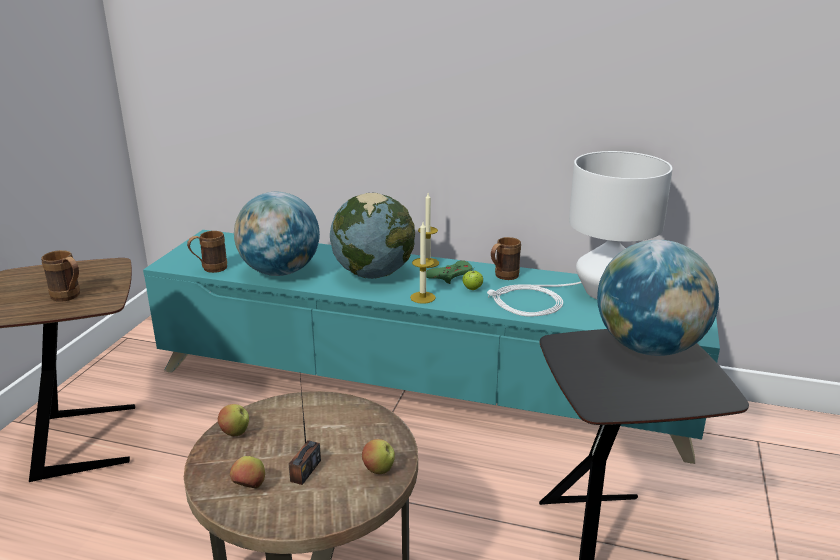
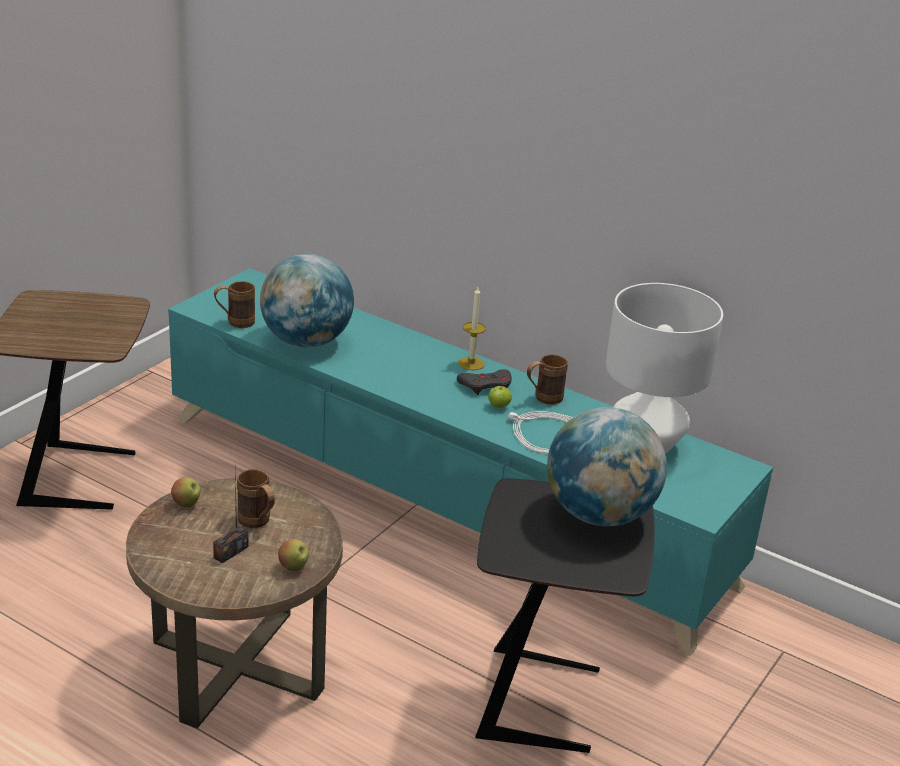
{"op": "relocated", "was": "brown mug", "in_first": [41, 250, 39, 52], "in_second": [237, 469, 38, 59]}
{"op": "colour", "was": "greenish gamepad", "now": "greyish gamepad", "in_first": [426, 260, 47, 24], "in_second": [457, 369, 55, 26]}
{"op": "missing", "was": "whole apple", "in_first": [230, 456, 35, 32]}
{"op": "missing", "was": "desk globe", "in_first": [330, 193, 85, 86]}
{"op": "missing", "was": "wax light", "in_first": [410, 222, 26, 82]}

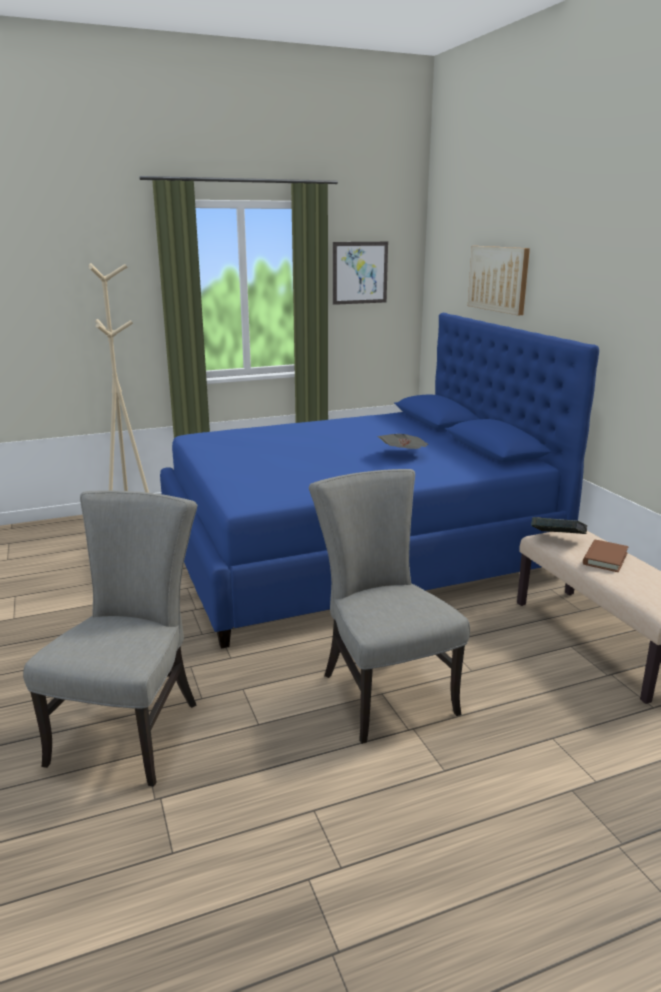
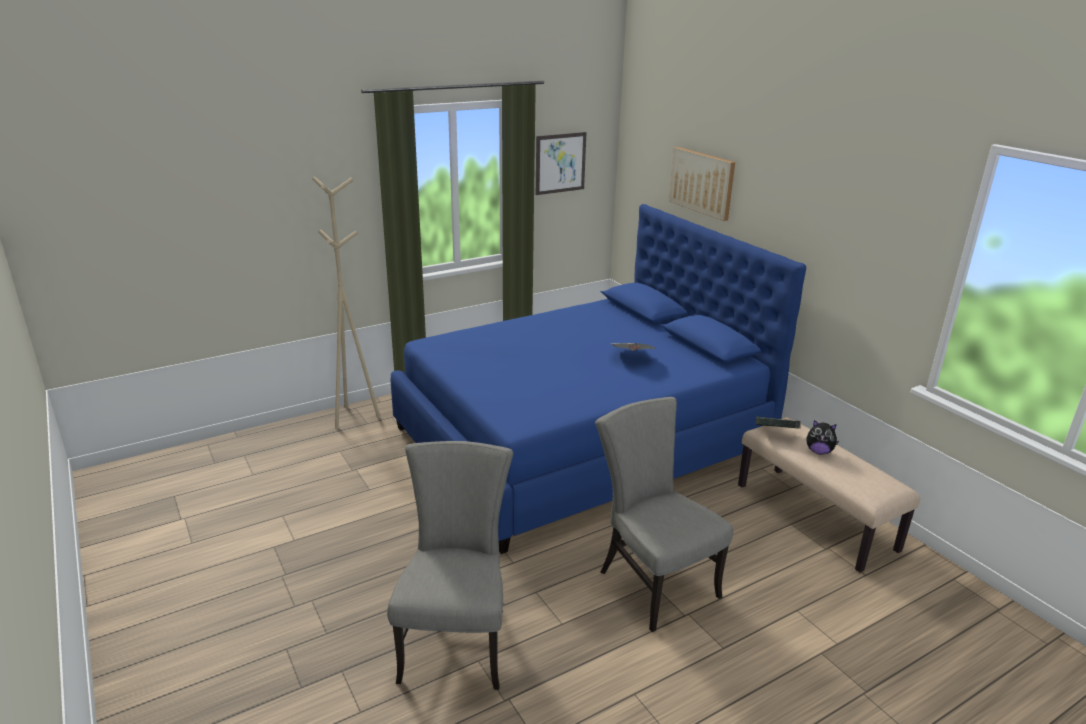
{"op": "exchanged", "was": "brown volume", "now": "soft toy", "in_first": [583, 540, 46, 32], "in_second": [806, 420, 33, 34]}

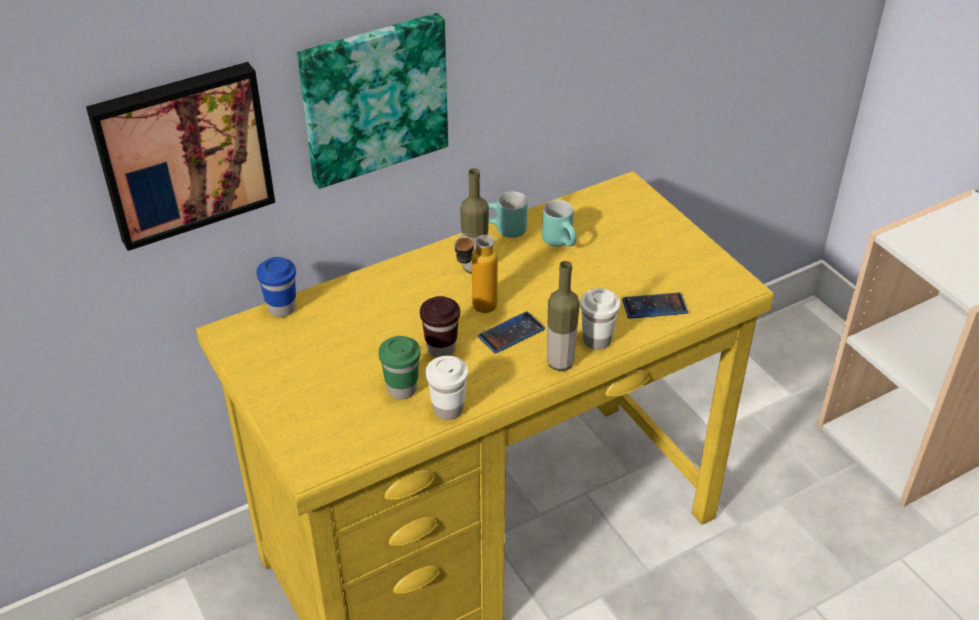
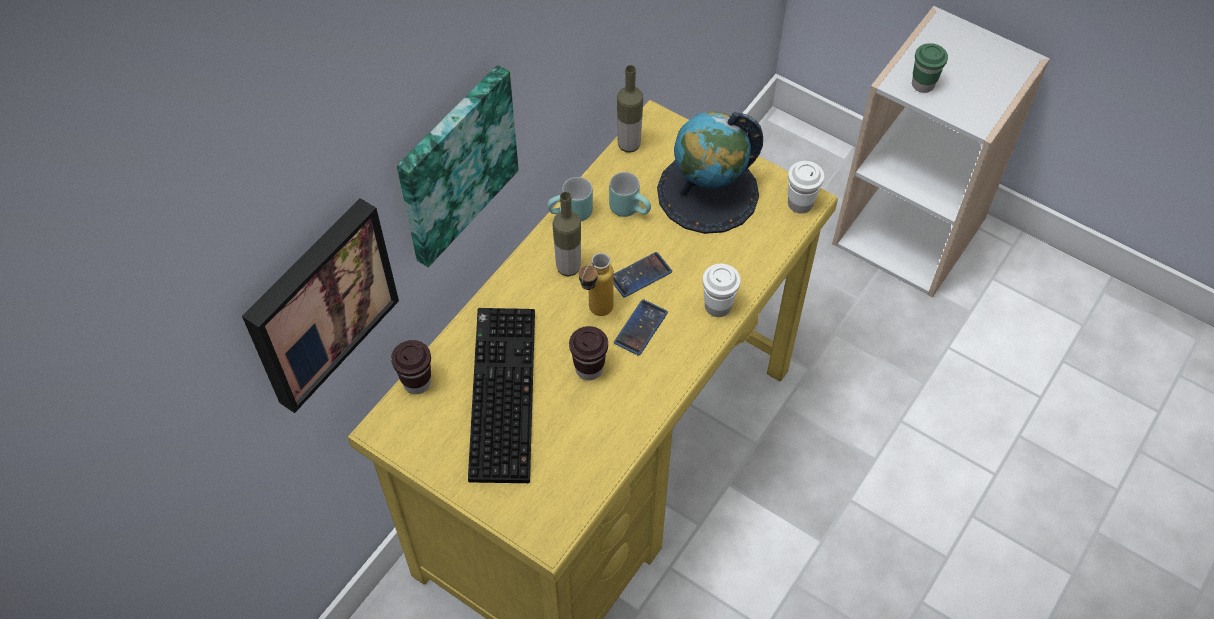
{"op": "colour", "was": "blue-coloured drinking cup", "now": "brown drinking cup", "in_first": [256, 257, 40, 60], "in_second": [391, 340, 40, 54]}
{"op": "appeared", "now": "computer keyboard", "in_second": [468, 308, 67, 175]}
{"op": "relocated", "was": "telephone", "in_first": [622, 292, 66, 27], "in_second": [614, 252, 58, 46]}
{"op": "relocated", "was": "drink bottle", "in_first": [547, 261, 33, 110], "in_second": [617, 65, 26, 88]}
{"op": "appeared", "now": "desk globe", "in_second": [657, 111, 106, 123]}
{"op": "relocated", "was": "whitish drinking cup", "in_first": [426, 356, 42, 64], "in_second": [788, 161, 36, 53]}
{"op": "relocated", "was": "greenish drinking cup", "in_first": [378, 336, 43, 63], "in_second": [912, 43, 36, 50]}

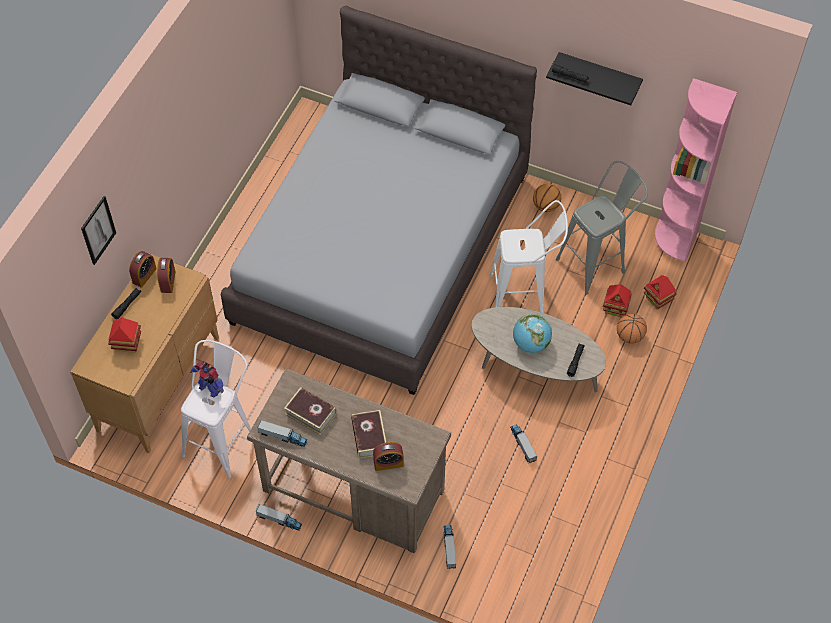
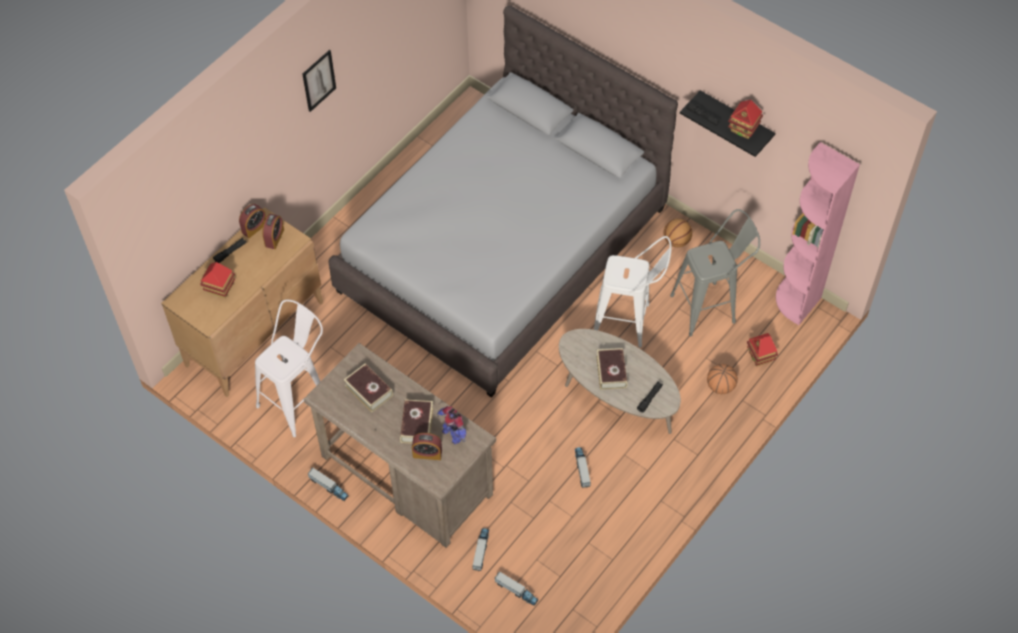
{"op": "relocated", "was": "wall picture", "in_first": [81, 196, 35, 69], "in_second": [302, 50, 34, 62]}
{"op": "relocated", "was": "model robot", "in_first": [190, 361, 34, 36], "in_second": [437, 406, 29, 38]}
{"op": "relocated", "was": "model truck", "in_first": [257, 420, 50, 27], "in_second": [495, 571, 43, 35]}
{"op": "exchanged", "was": "desk globe", "now": "volume", "in_first": [513, 314, 39, 39], "in_second": [596, 348, 31, 42]}
{"op": "relocated", "was": "toy house", "in_first": [603, 284, 29, 33], "in_second": [728, 100, 35, 39]}

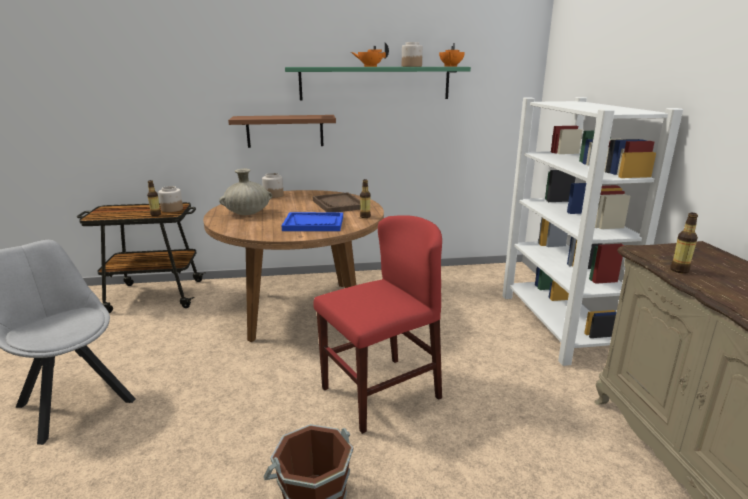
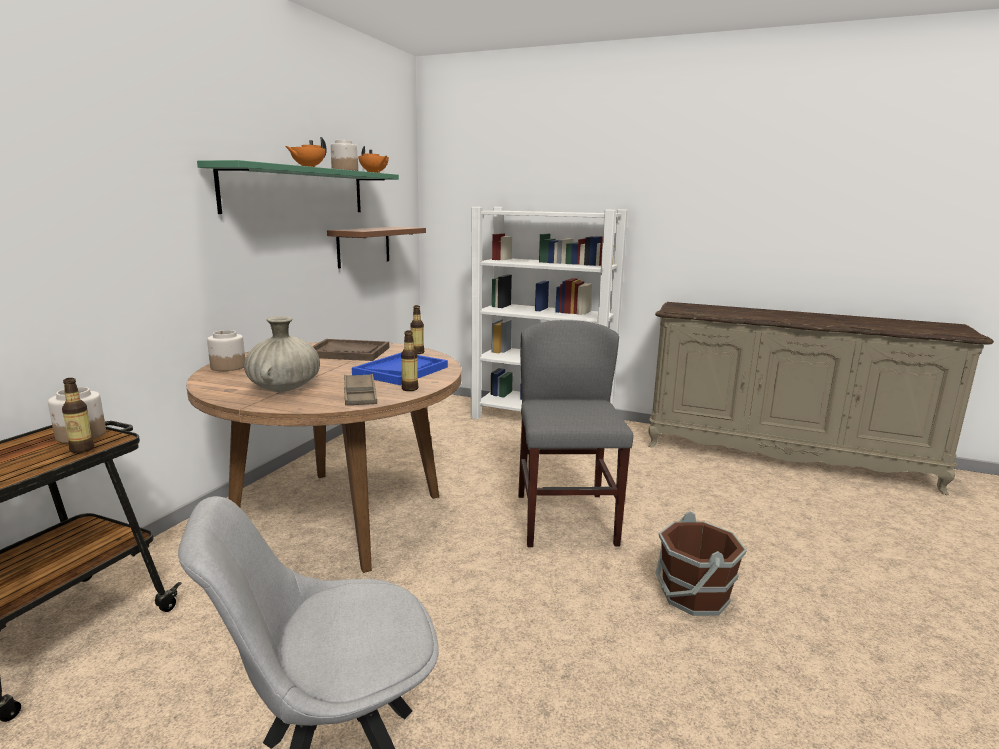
{"op": "relocated", "was": "brown bracket shelf", "in_first": [228, 115, 108, 33], "in_second": [327, 227, 99, 42]}
{"op": "appeared", "now": "brown carrying tray", "in_second": [344, 374, 33, 31]}
{"op": "relocated", "was": "drink bottle", "in_first": [670, 213, 28, 61], "in_second": [401, 331, 17, 60]}
{"op": "colour", "was": "red-coloured chair", "now": "greyish chair", "in_first": [313, 216, 129, 218], "in_second": [518, 320, 115, 227]}

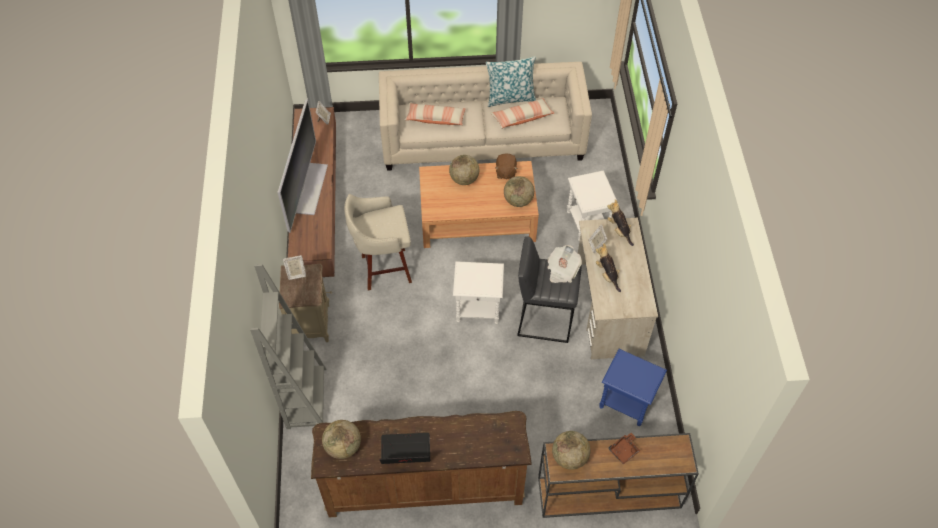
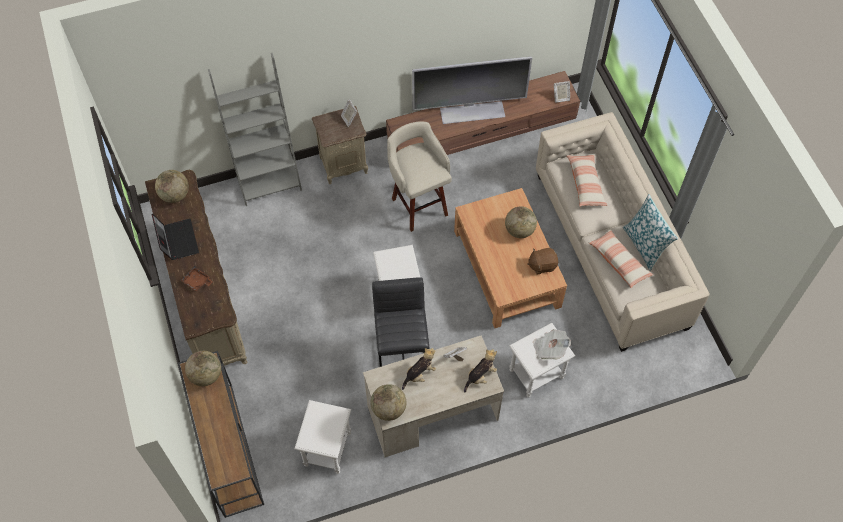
{"op": "relocated", "was": "brown carrying tray", "in_first": [608, 433, 33, 32], "in_second": [181, 266, 32, 25]}
{"op": "colour", "was": "blue-coloured end table", "now": "whitish end table", "in_first": [599, 349, 68, 77], "in_second": [294, 400, 57, 74]}
{"op": "relocated", "was": "desk globe", "in_first": [504, 176, 30, 31], "in_second": [370, 384, 36, 37]}
{"op": "relocated", "was": "daily paper", "in_first": [548, 245, 34, 38], "in_second": [533, 329, 38, 31]}

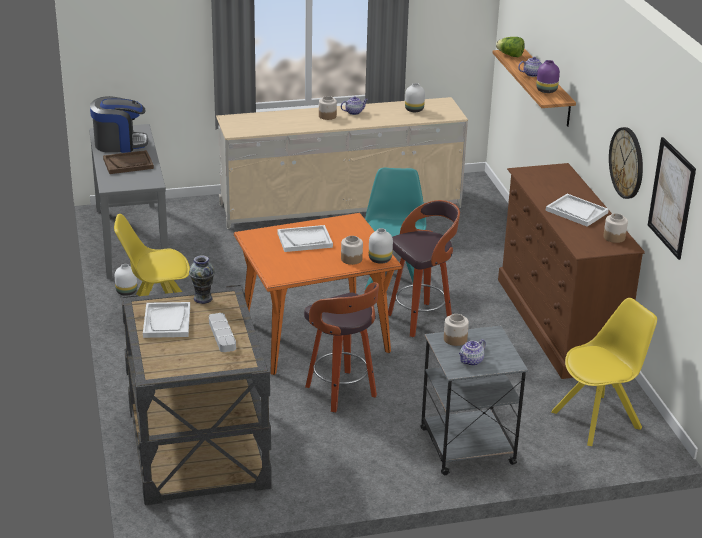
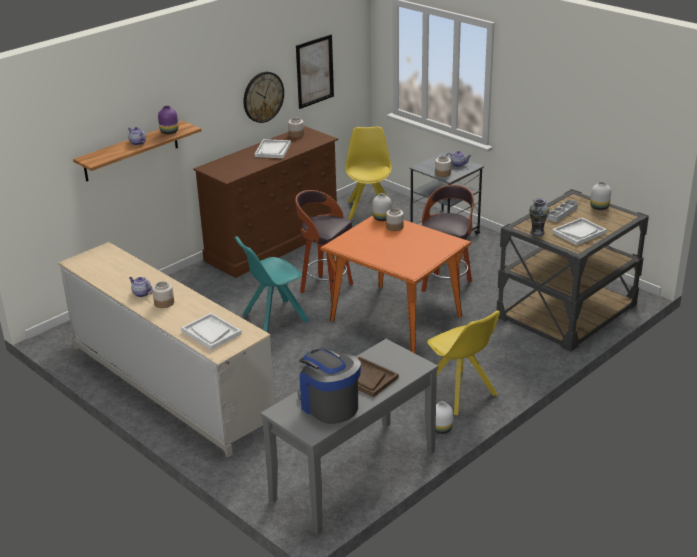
{"op": "relocated", "was": "whitish carrying tray", "in_first": [277, 225, 56, 27], "in_second": [181, 313, 61, 37]}
{"op": "spun", "was": "yellow chair", "in_first": [551, 298, 106, 148], "in_second": [345, 127, 47, 93], "clockwise": 60}
{"op": "relocated", "was": "whitish vase", "in_first": [405, 83, 20, 29], "in_second": [590, 181, 21, 29]}
{"op": "missing", "was": "lettuce", "in_first": [496, 37, 29, 21]}

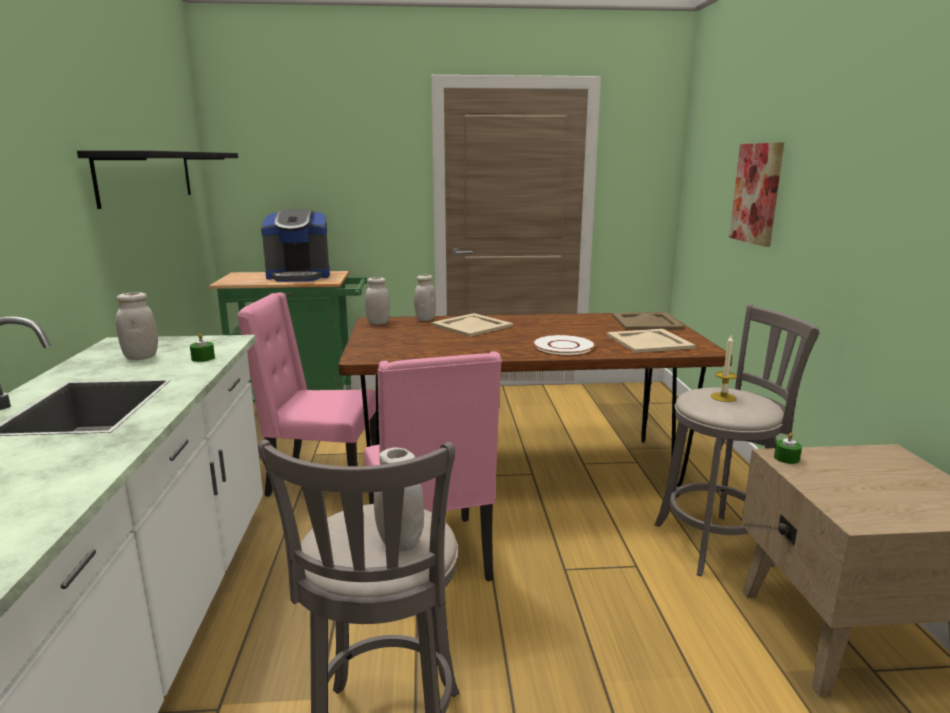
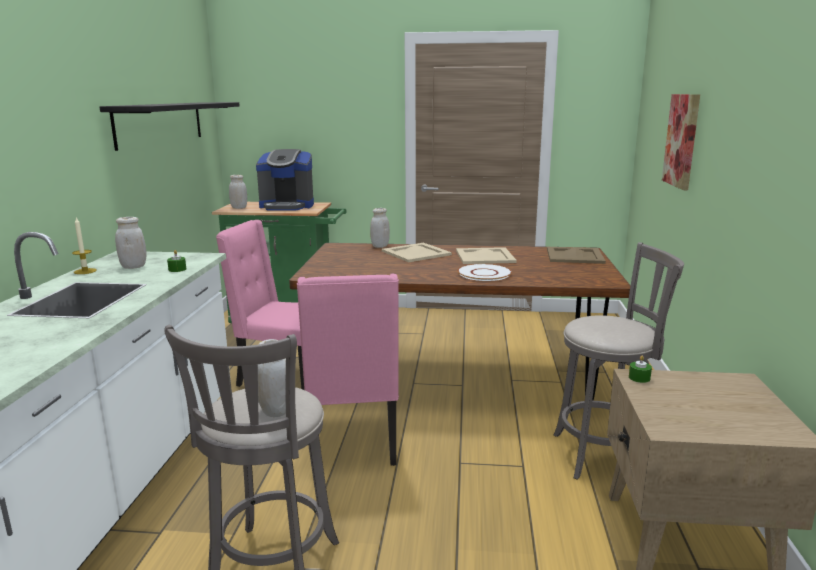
{"op": "relocated", "was": "wax light", "in_first": [711, 335, 26, 67], "in_second": [72, 218, 25, 56]}
{"op": "relocated", "was": "whitish storage jar", "in_first": [365, 277, 25, 48], "in_second": [229, 175, 18, 34]}
{"op": "relocated", "was": "beige carrying tray", "in_first": [606, 329, 90, 24], "in_second": [456, 247, 61, 17]}

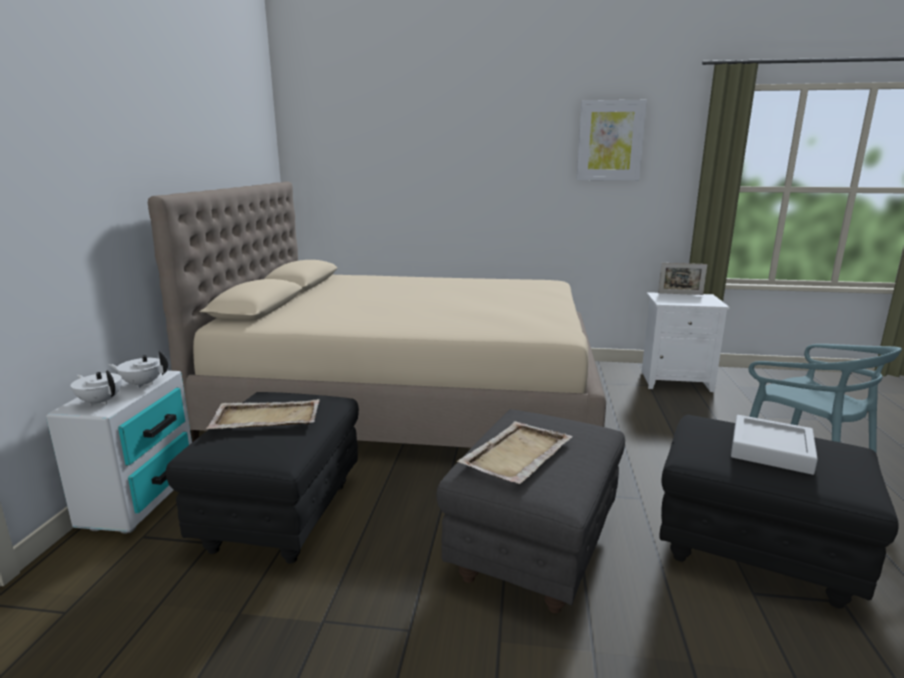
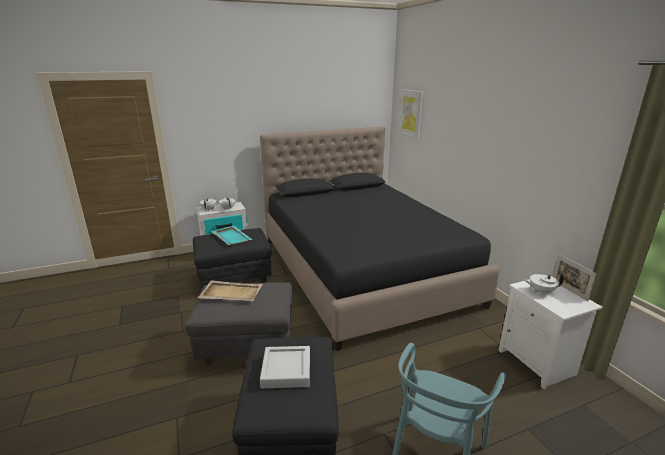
{"op": "colour", "was": "beige carrying tray", "now": "turquoise-coloured carrying tray", "in_first": [206, 399, 114, 30], "in_second": [211, 226, 41, 20]}
{"op": "colour", "was": "beige sleeping bed", "now": "blackish sleeping bed", "in_first": [148, 181, 458, 267], "in_second": [260, 126, 240, 225]}
{"op": "relocated", "was": "wall picture", "in_first": [576, 100, 71, 81], "in_second": [398, 89, 25, 51]}
{"op": "appeared", "now": "whitish teapot", "in_second": [523, 273, 41, 22]}

